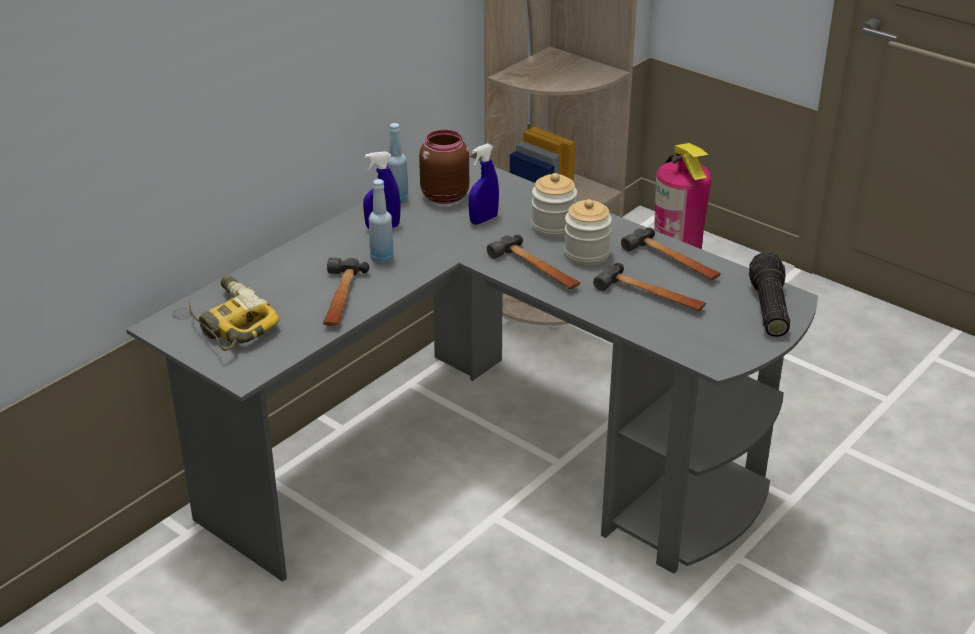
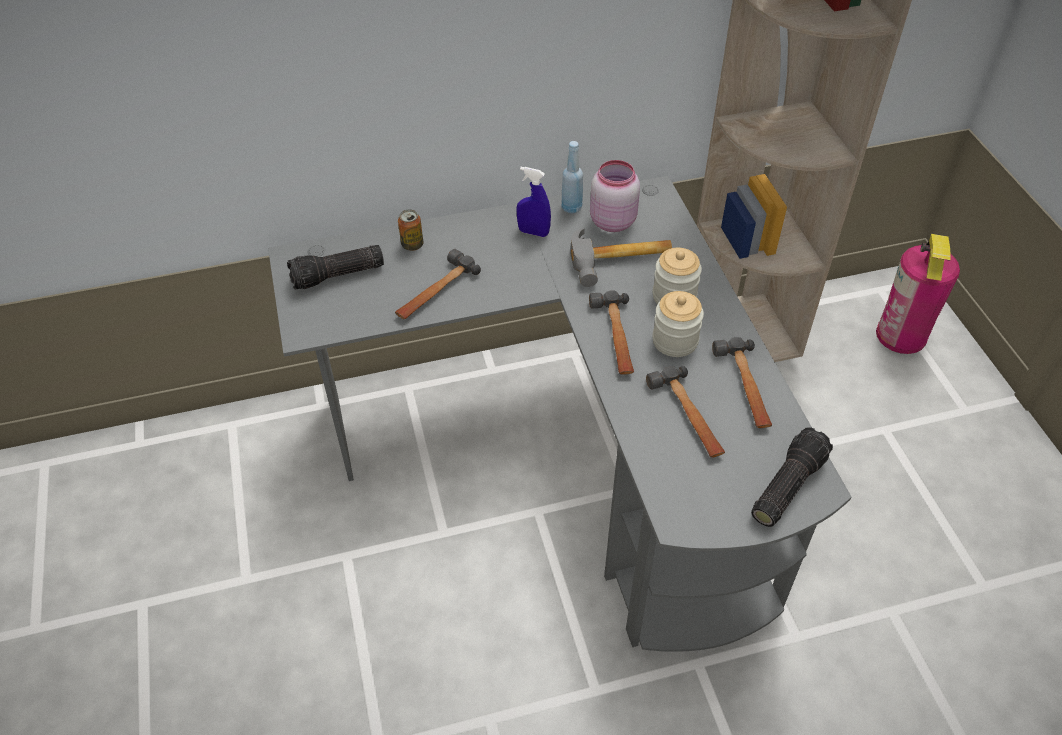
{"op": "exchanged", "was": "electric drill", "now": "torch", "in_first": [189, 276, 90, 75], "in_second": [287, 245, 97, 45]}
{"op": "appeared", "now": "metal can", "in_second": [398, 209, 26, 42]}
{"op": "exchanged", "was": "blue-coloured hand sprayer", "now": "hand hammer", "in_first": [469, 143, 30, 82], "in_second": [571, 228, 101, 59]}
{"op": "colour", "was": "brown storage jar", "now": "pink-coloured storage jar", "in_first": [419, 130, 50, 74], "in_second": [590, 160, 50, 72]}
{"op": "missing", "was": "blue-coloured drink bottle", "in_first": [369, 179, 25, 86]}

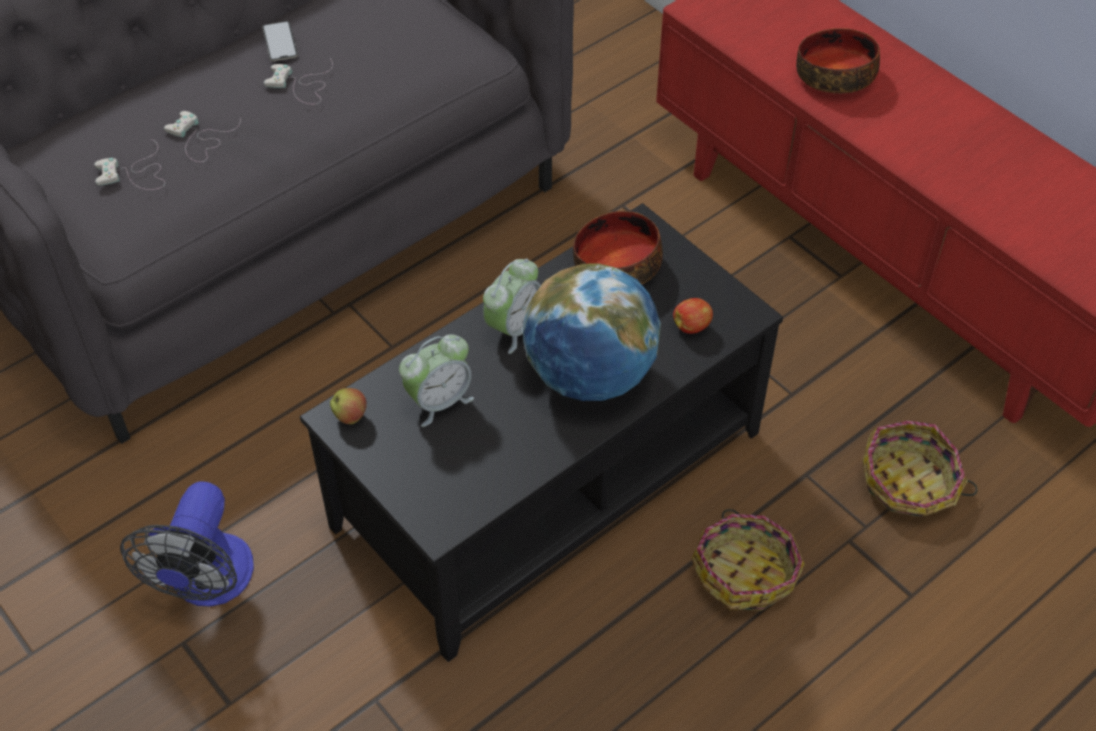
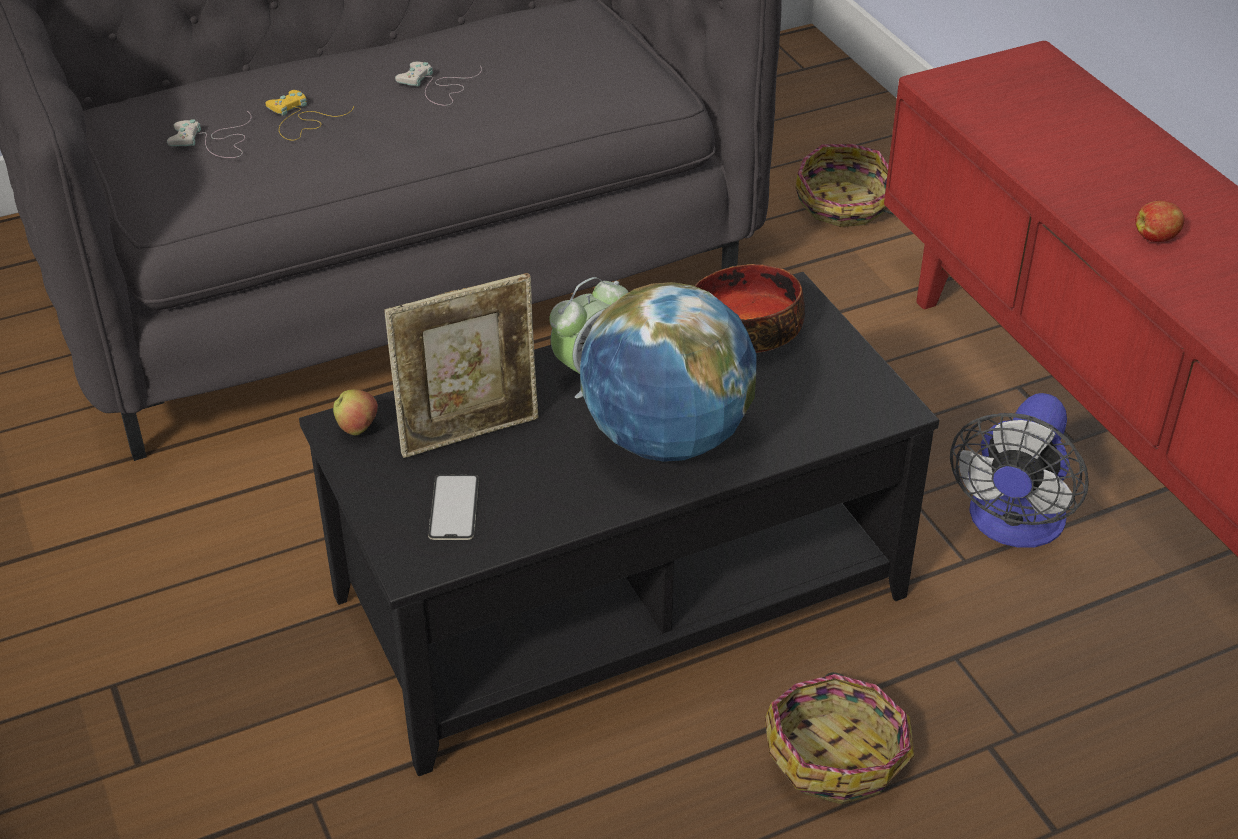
{"op": "colour", "was": "whitish gamepad", "now": "yellow gamepad", "in_first": [164, 111, 77, 51], "in_second": [265, 90, 89, 51]}
{"op": "exchanged", "was": "table clock", "now": "standing frame", "in_first": [399, 334, 75, 93], "in_second": [384, 273, 154, 185]}
{"op": "relocated", "was": "telephone", "in_first": [262, 21, 36, 40], "in_second": [428, 475, 51, 65]}
{"op": "relocated", "was": "basket", "in_first": [862, 421, 116, 96], "in_second": [796, 144, 98, 83]}
{"op": "relocated", "was": "fan", "in_first": [120, 481, 134, 126], "in_second": [950, 393, 139, 155]}
{"op": "relocated", "was": "whole apple", "in_first": [673, 298, 40, 36], "in_second": [1135, 201, 49, 41]}
{"op": "missing", "was": "deep dish", "in_first": [796, 28, 84, 66]}

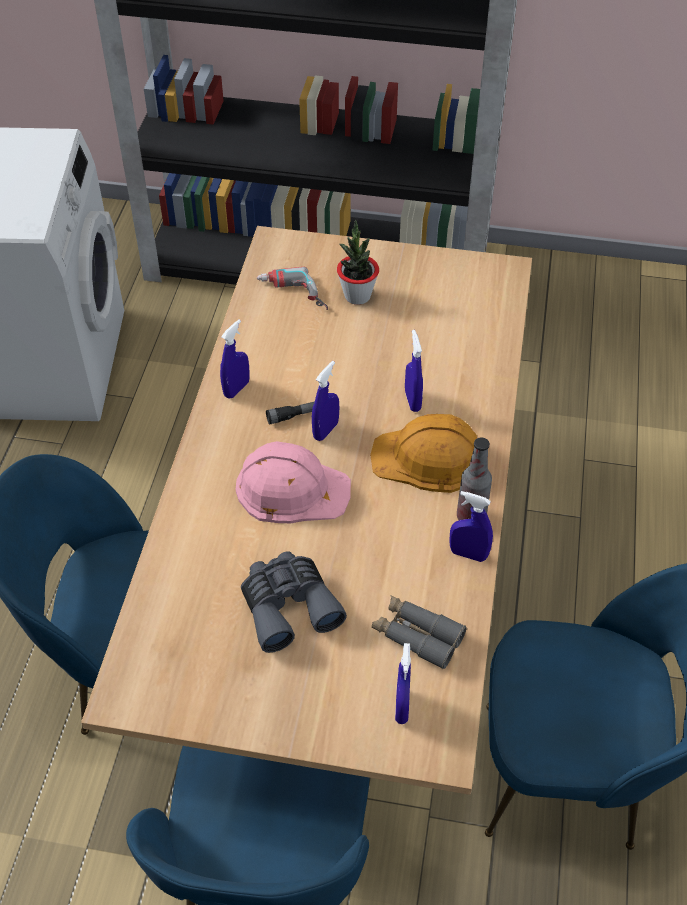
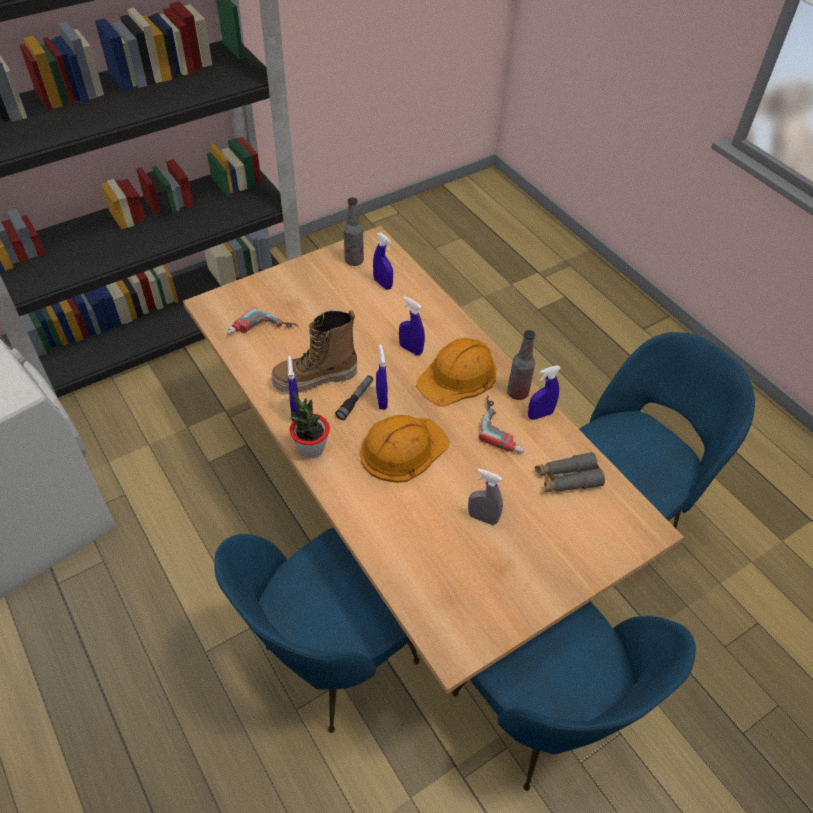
{"op": "appeared", "now": "boot", "in_second": [272, 310, 85, 83]}
{"op": "relocated", "was": "houseplant", "in_first": [337, 220, 42, 85], "in_second": [290, 392, 40, 66]}
{"op": "appeared", "now": "drink bottle", "in_second": [344, 197, 20, 69]}
{"op": "colour", "was": "pink-coloured safety helmet", "now": "orange-coloured safety helmet", "in_first": [236, 441, 115, 82], "in_second": [360, 415, 90, 68]}
{"op": "relocated", "was": "blue-coloured hand sprayer", "in_first": [395, 643, 16, 81], "in_second": [373, 232, 20, 58]}
{"op": "exchanged", "was": "greyish pair of binoculars", "now": "greyish hand sprayer", "in_first": [241, 551, 106, 102], "in_second": [468, 469, 35, 56]}
{"op": "appeared", "now": "electric drill", "in_second": [478, 396, 47, 57]}

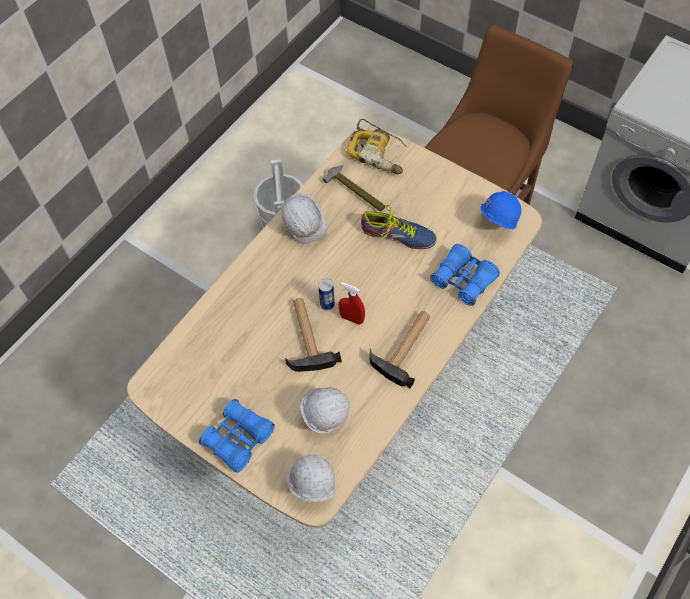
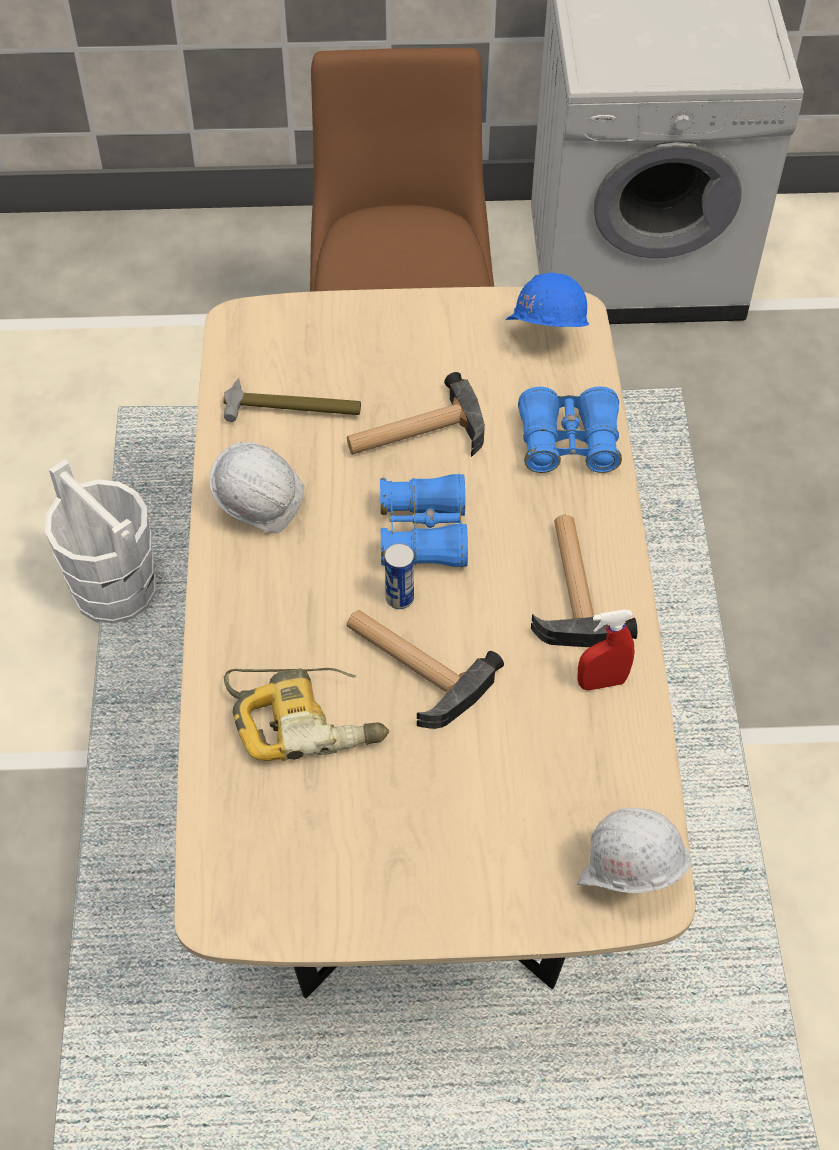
{"op": "relocated", "was": "electric drill", "in_first": [347, 119, 60, 55], "in_second": [224, 668, 165, 93]}
{"op": "exchanged", "was": "shoe", "now": "hand hammer", "in_first": [361, 205, 76, 44], "in_second": [347, 372, 138, 85]}
{"op": "relocated", "was": "blue-coloured pair of binoculars", "in_first": [199, 399, 76, 74], "in_second": [380, 474, 88, 94]}
{"op": "relocated", "was": "red-coloured hand sprayer", "in_first": [338, 282, 27, 43], "in_second": [577, 610, 58, 80]}
{"op": "missing", "was": "whitish safety helmet", "in_first": [301, 387, 49, 47]}

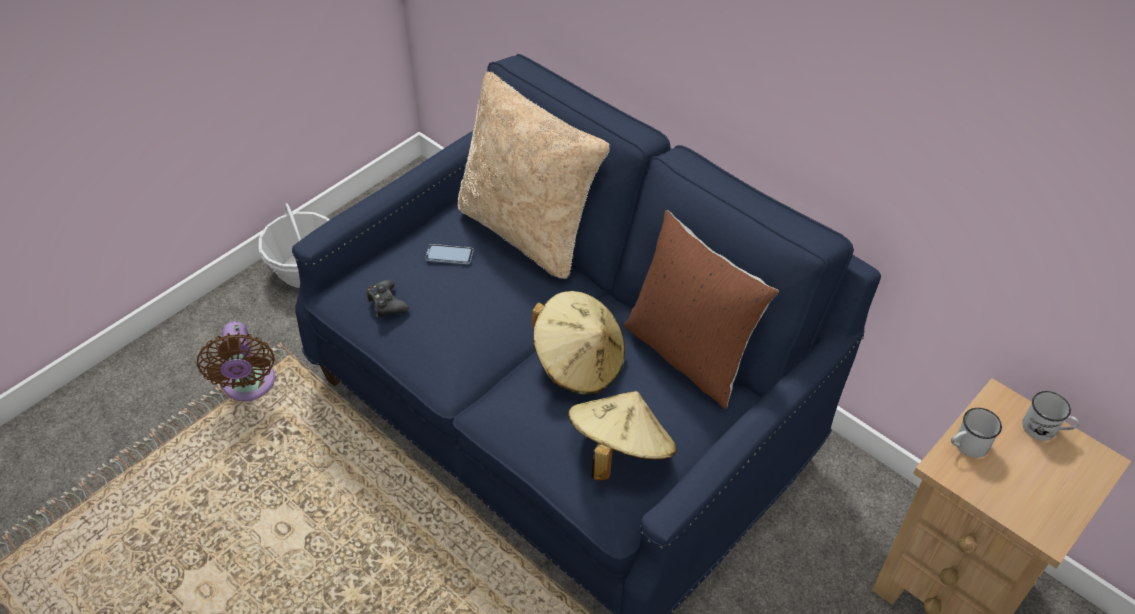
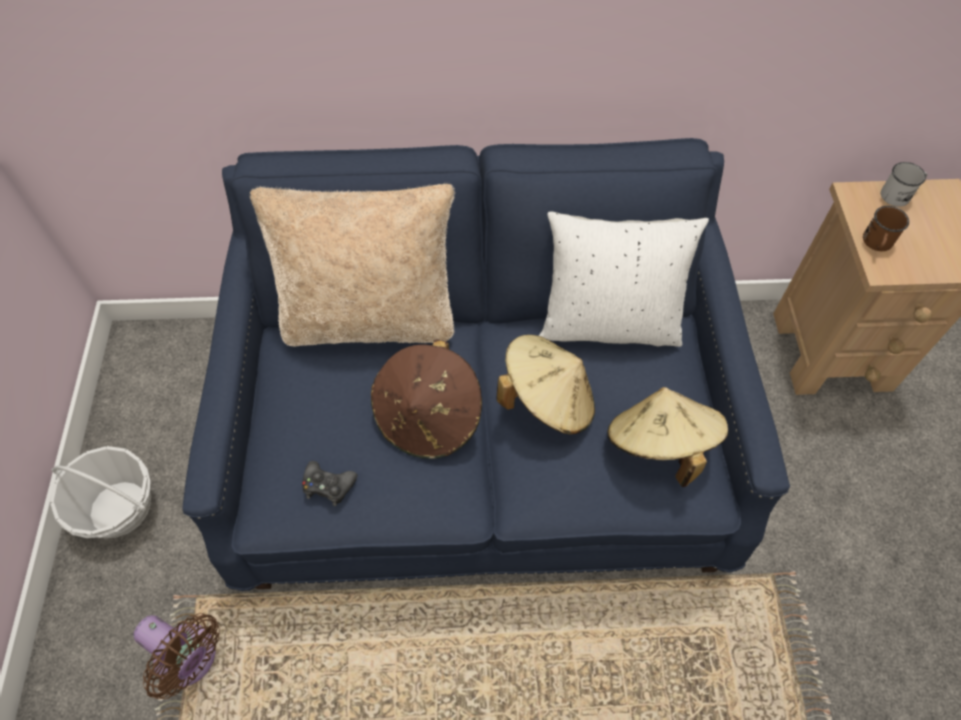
{"op": "appeared", "now": "brown wearable hat", "in_second": [371, 339, 111, 120]}
{"op": "colour", "was": "brown throw pillow", "now": "whitish throw pillow", "in_first": [624, 210, 155, 199], "in_second": [539, 211, 170, 136]}
{"op": "colour", "was": "whitish mug", "now": "brown mug", "in_first": [951, 408, 51, 50], "in_second": [863, 206, 46, 45]}
{"op": "missing", "was": "telephone", "in_first": [425, 244, 48, 20]}

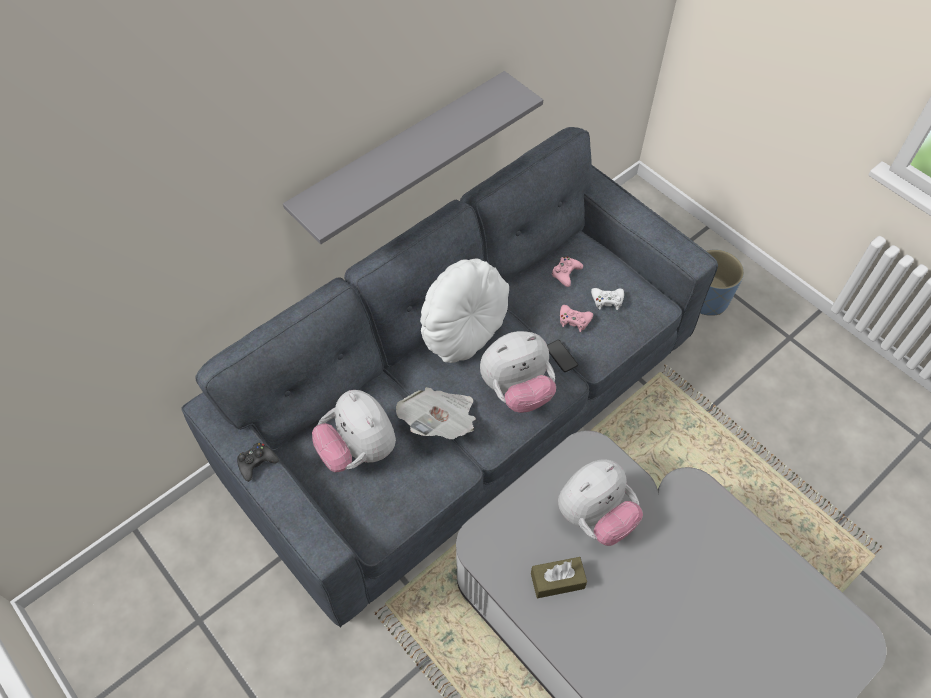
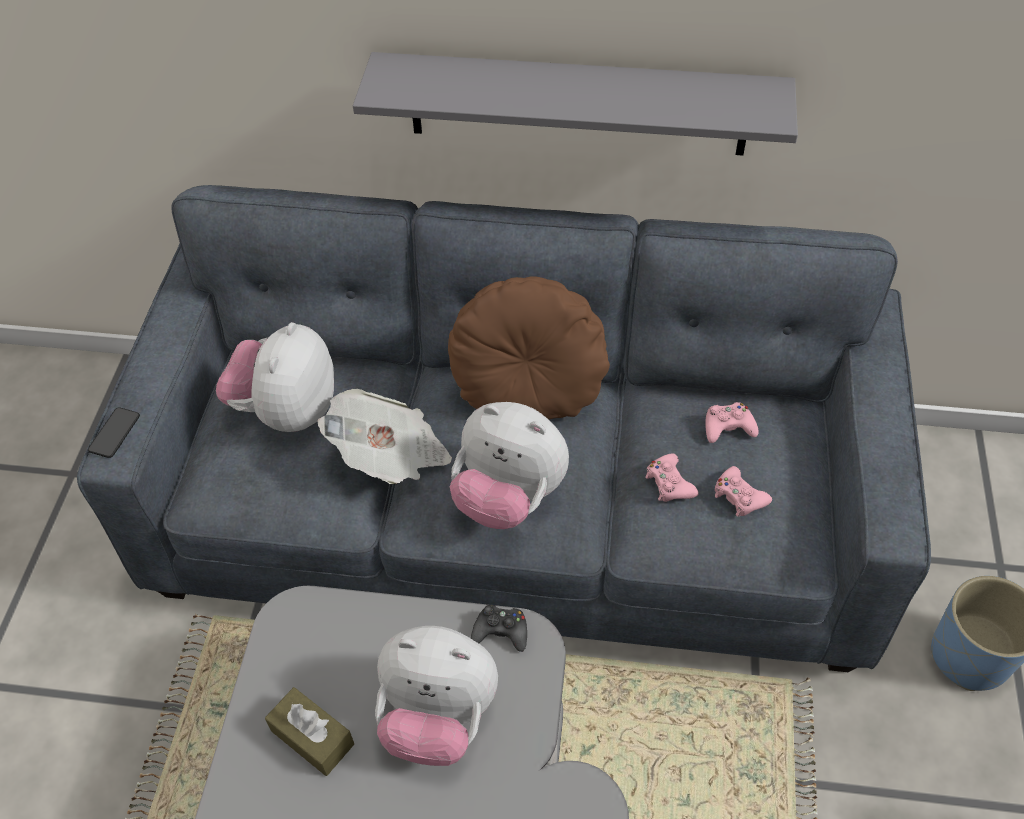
{"op": "relocated", "was": "telephone", "in_first": [547, 340, 31, 32], "in_second": [88, 407, 52, 51]}
{"op": "colour", "was": "whitish throw pillow", "now": "brown throw pillow", "in_first": [420, 258, 89, 105], "in_second": [448, 276, 162, 144]}
{"op": "relocated", "was": "blackish gamepad", "in_first": [237, 443, 42, 39], "in_second": [471, 605, 56, 47]}
{"op": "colour", "was": "whitish gamepad", "now": "pink-coloured gamepad", "in_first": [591, 288, 33, 22], "in_second": [714, 466, 58, 51]}

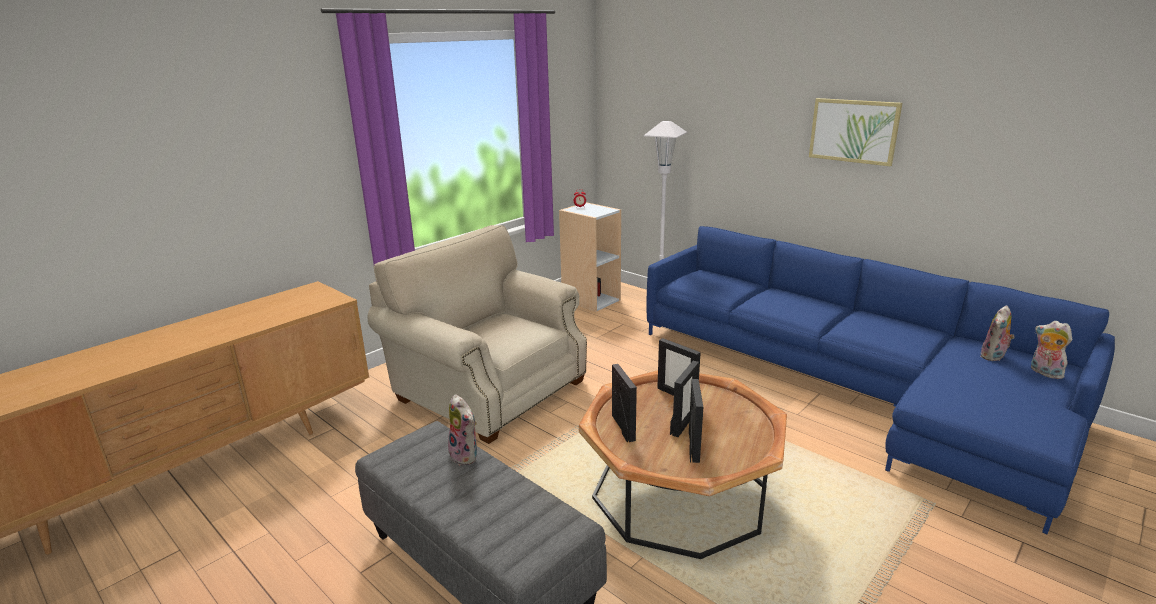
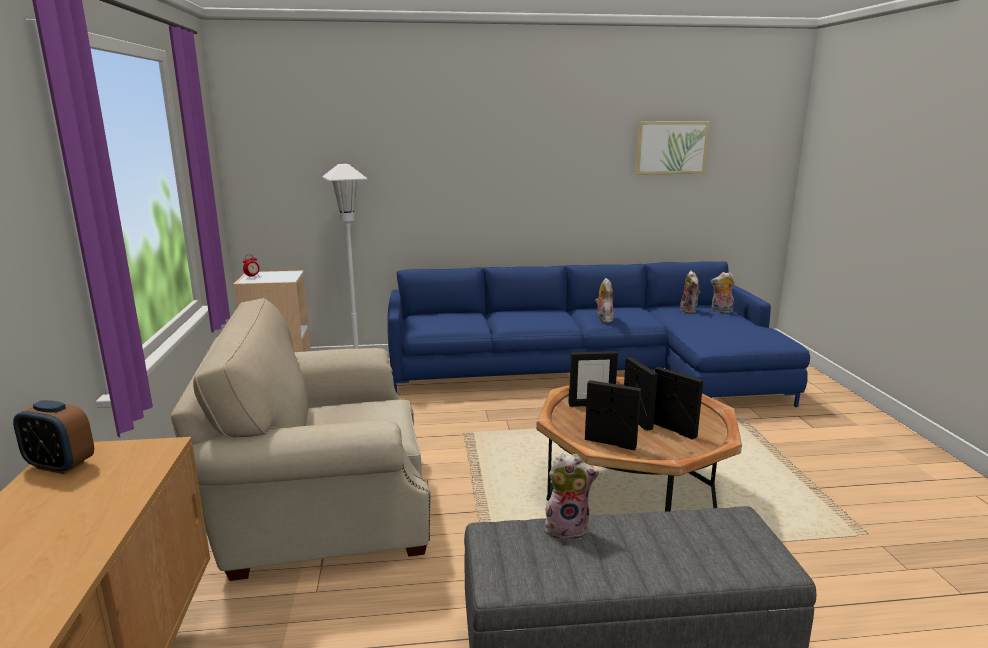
{"op": "appeared", "now": "table clock", "in_second": [13, 400, 81, 74]}
{"op": "appeared", "now": "soft toy", "in_second": [595, 278, 19, 45]}
{"op": "relocated", "was": "wall picture", "in_first": [809, 98, 93, 68], "in_second": [635, 121, 75, 54]}

